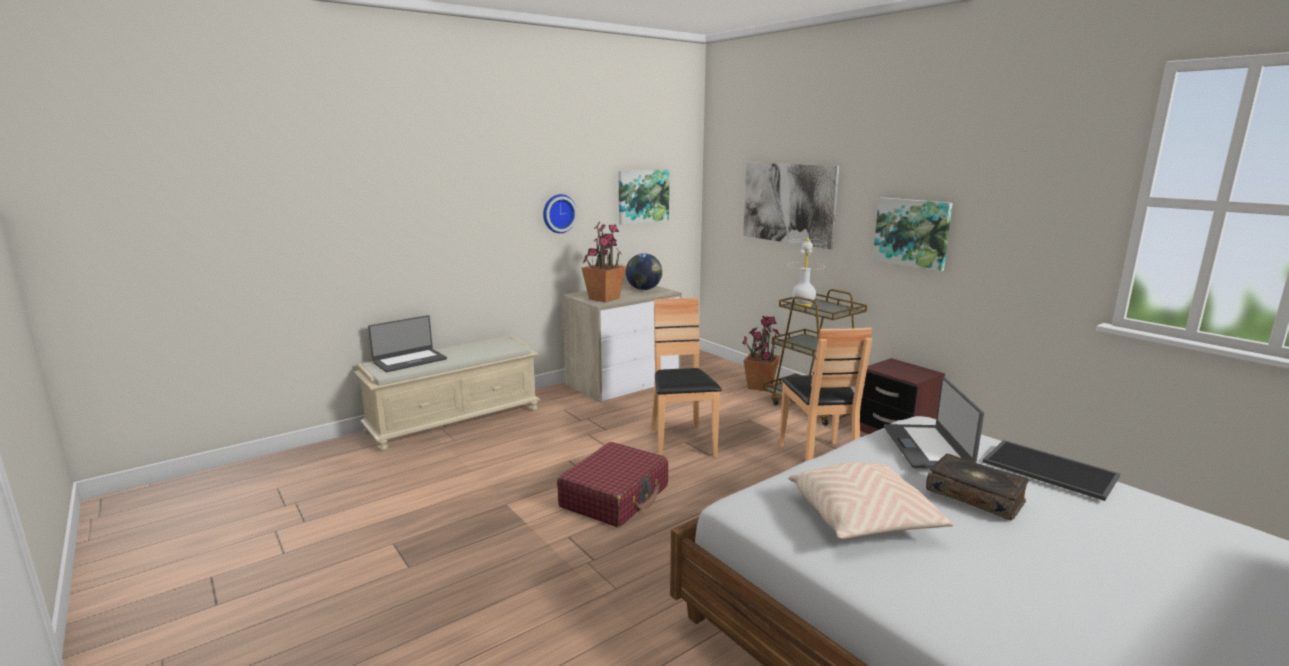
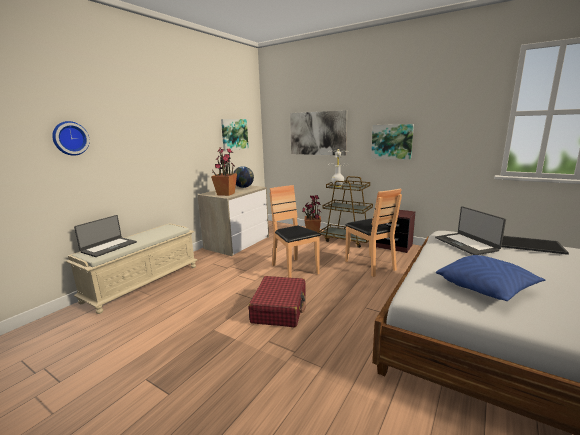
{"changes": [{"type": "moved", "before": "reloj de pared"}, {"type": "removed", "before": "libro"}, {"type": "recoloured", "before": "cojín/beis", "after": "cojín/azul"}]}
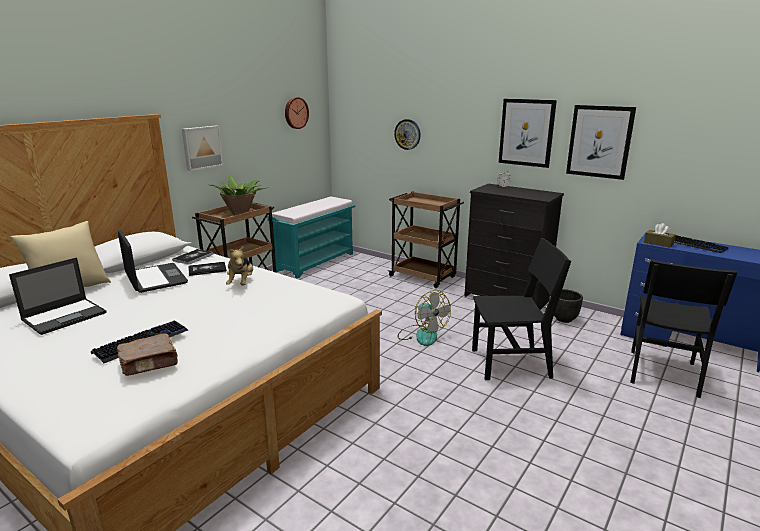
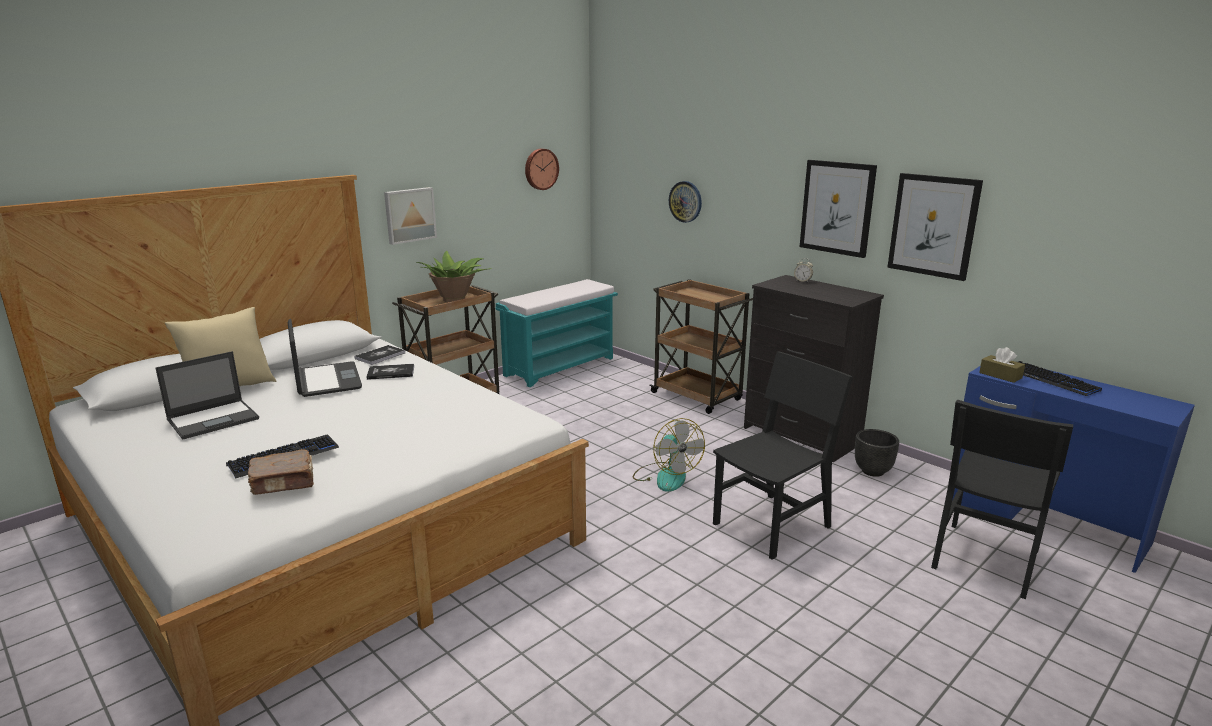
{"changes": [{"type": "turned", "before": "silla/negro (1st from left)", "turn": -45}, {"type": "removed", "before": "peluche"}]}
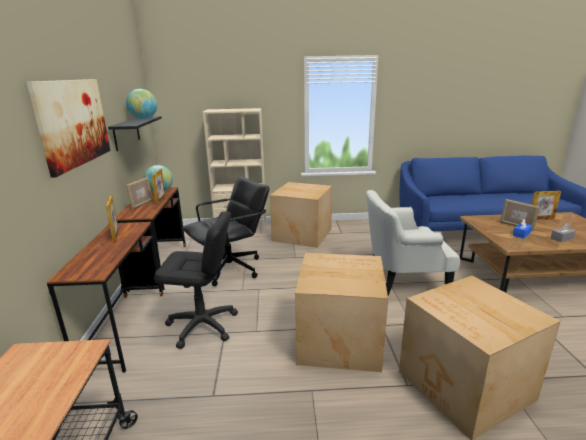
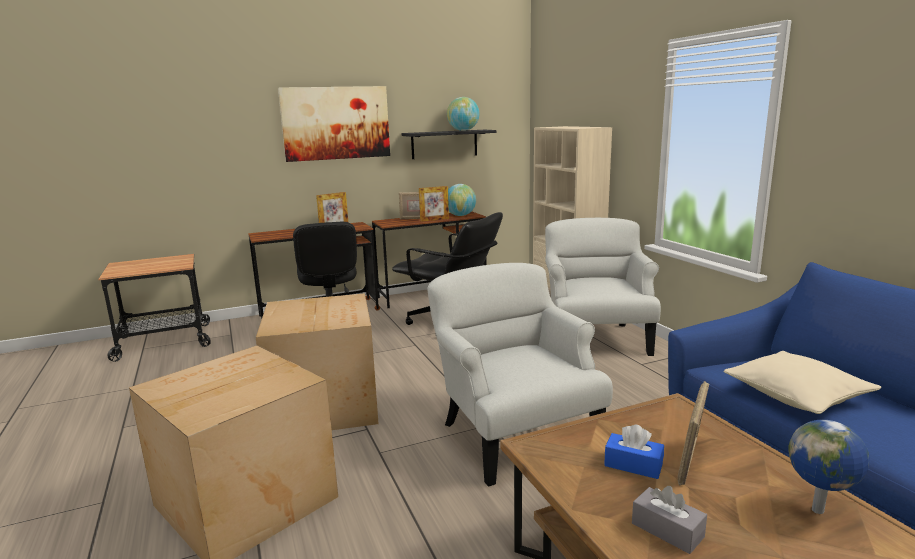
{"changes": [{"type": "replaced", "before": "caja de cartón (1st from left)", "after": "sillón/blanco (2nd from left)"}, {"type": "replaced", "before": "portarretratos (5th from left)", "after": "globo terráqueo (3rd from left)"}, {"type": "added", "after": "cojín/beis"}]}
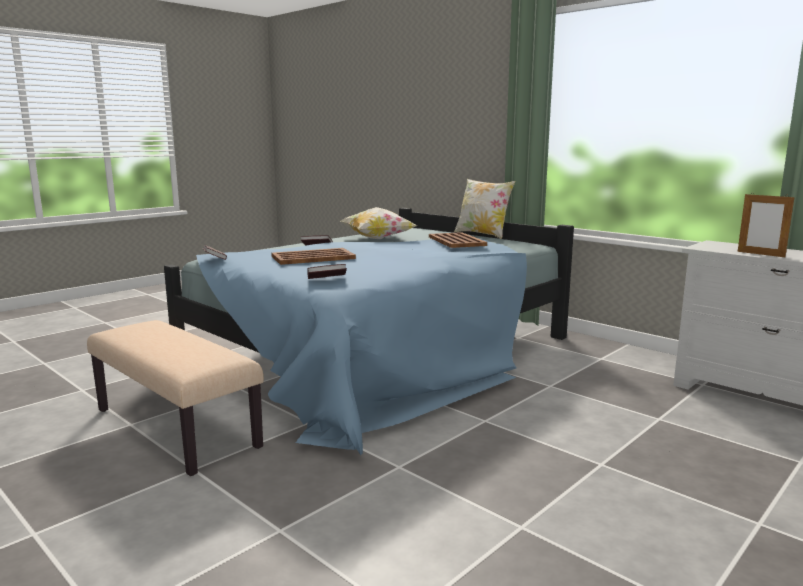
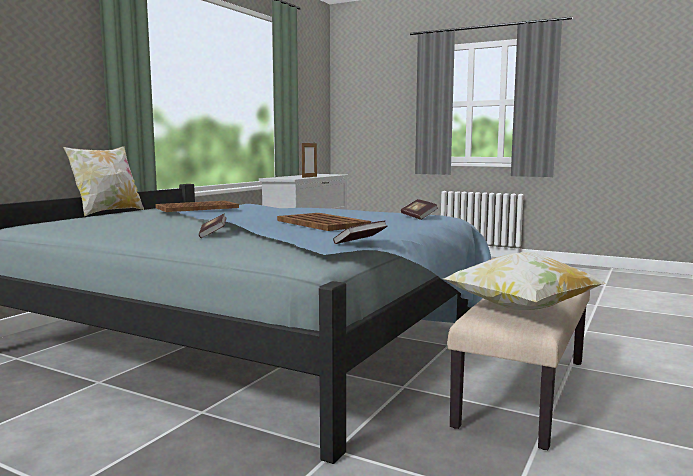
{"changes": [{"type": "moved", "before": "cojín (1st from left in the first image)", "after": "cojín (2nd from left)"}]}
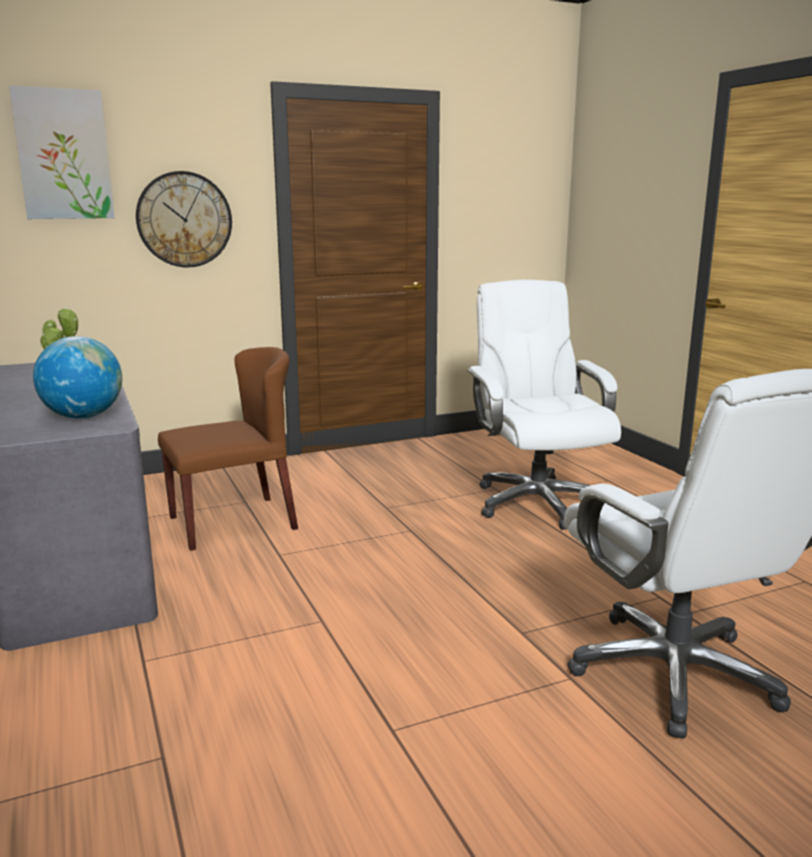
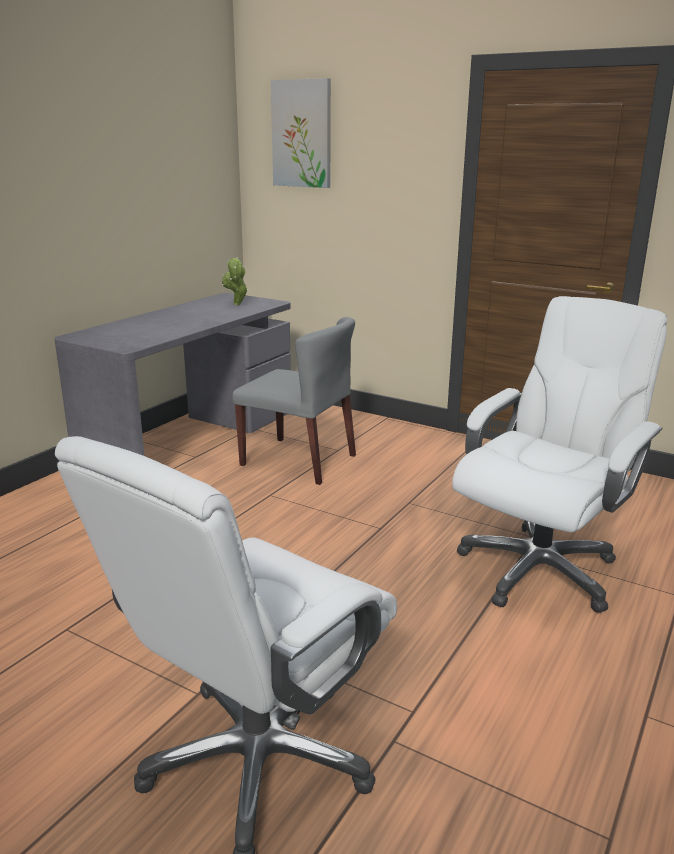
{"changes": [{"type": "removed", "before": "reloj de pared"}, {"type": "removed", "before": "globo terráqueo"}, {"type": "recoloured", "before": "silla/marrón", "after": "silla/gris"}]}
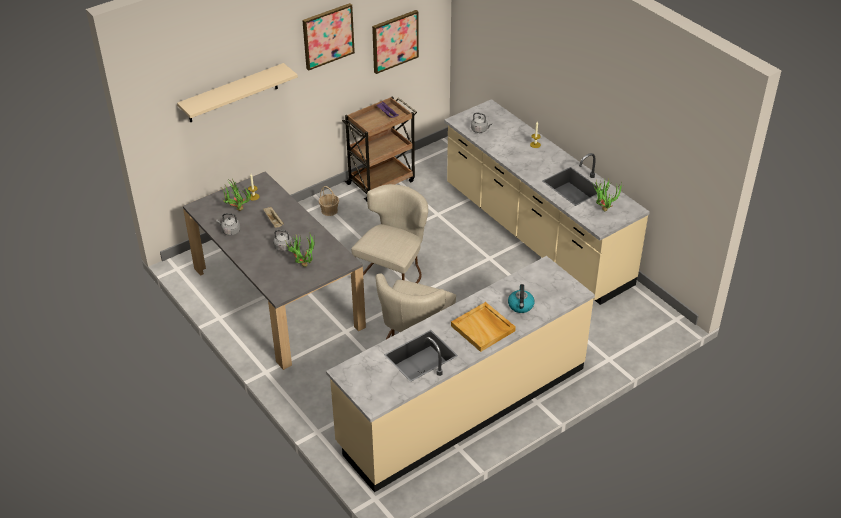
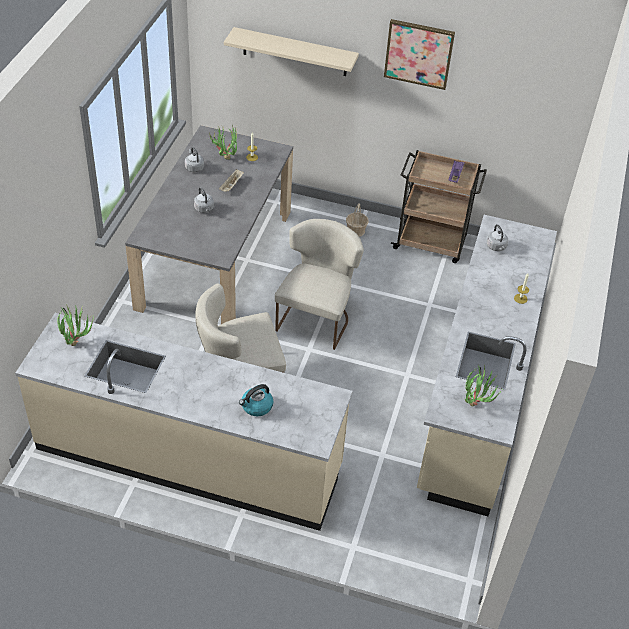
{"changes": [{"type": "removed", "before": "cuadro (2nd from left)"}, {"type": "turned", "before": "silla/beis (1st from left in the first image)", "turn": -60}, {"type": "moved", "before": "planta en maceta (2nd from left in the first image)", "after": "planta en maceta (1st from left)"}, {"type": "removed", "before": "bandeja/beis (2nd from left)"}]}
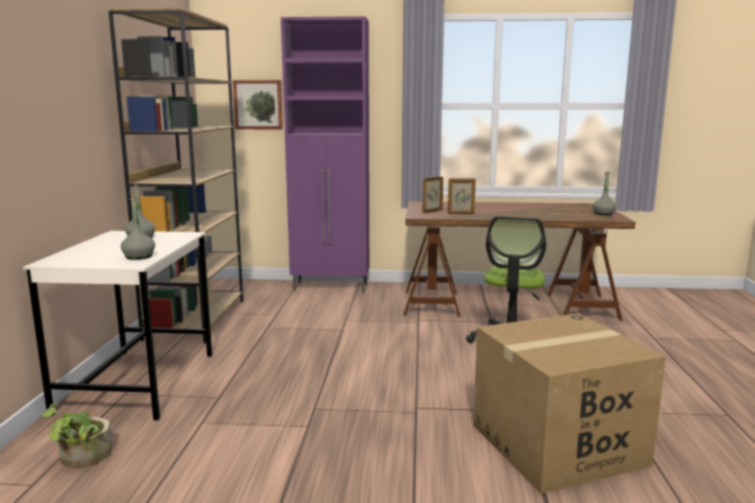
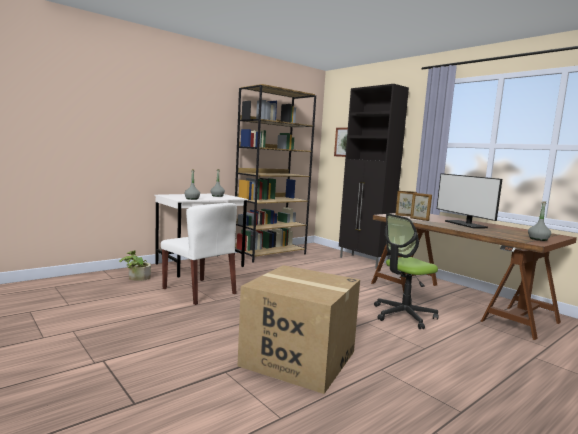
{"changes": [{"type": "recoloured", "before": "armario/morado", "after": "armario/negro"}, {"type": "added", "after": "monitor"}, {"type": "added", "after": "silla/blanco"}]}
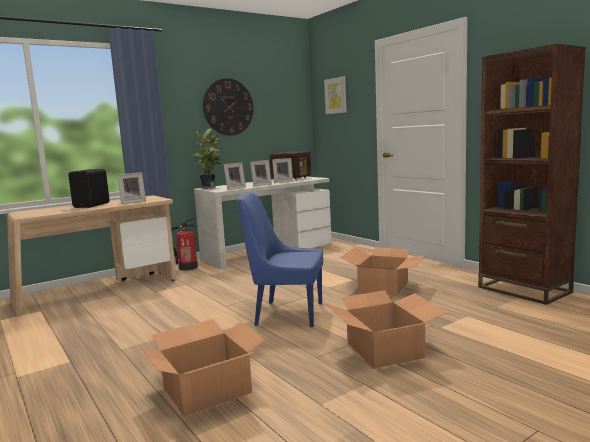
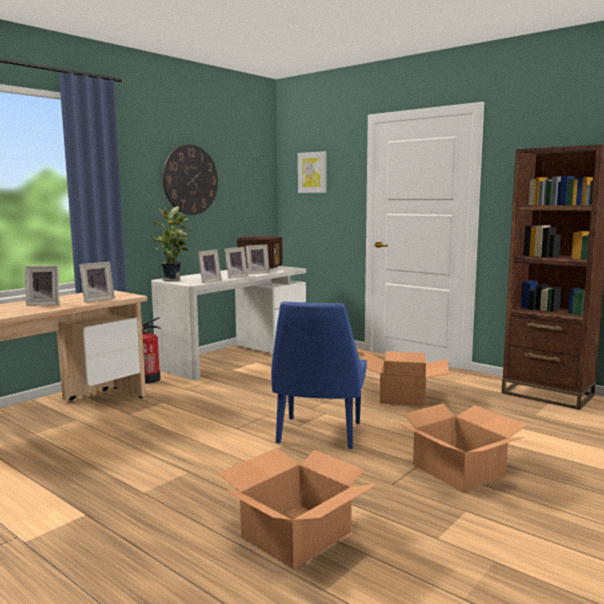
{"changes": [{"type": "replaced", "before": "altavoz/negro", "after": "portarretratos (1st from left)"}, {"type": "turned", "before": "silla/azul", "turn": -75}]}
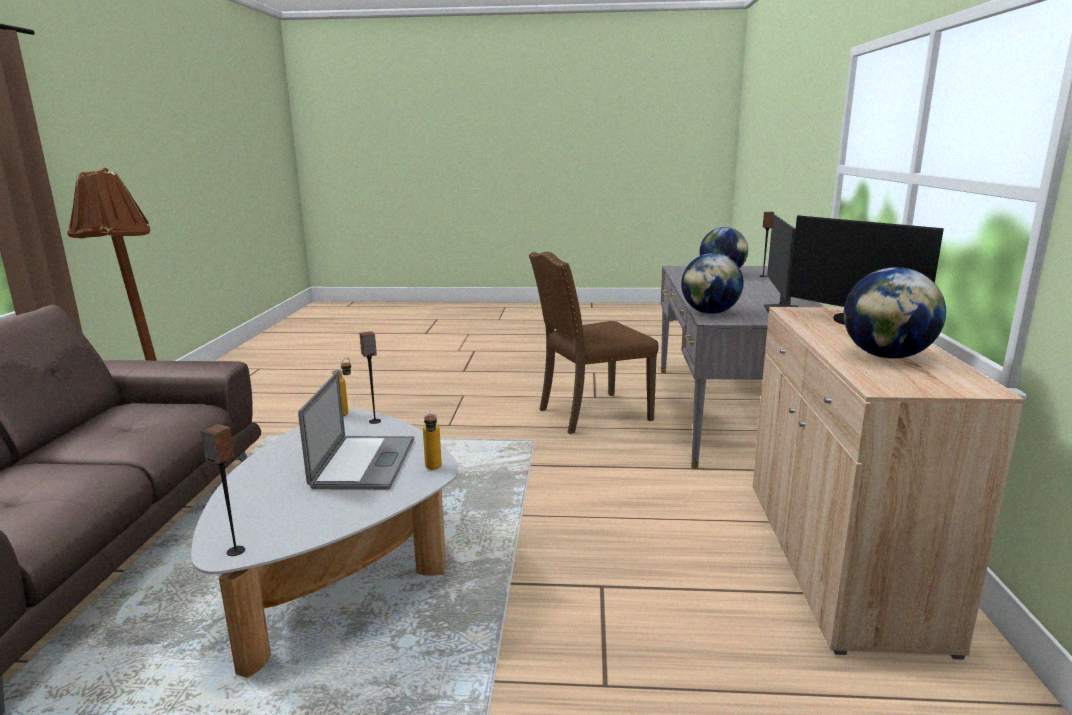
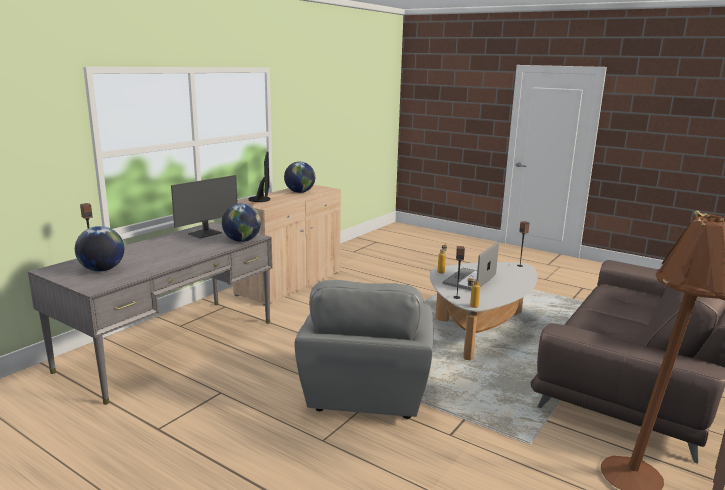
{"changes": [{"type": "removed", "before": "silla/marrón"}, {"type": "added", "after": "sillón/gris"}]}
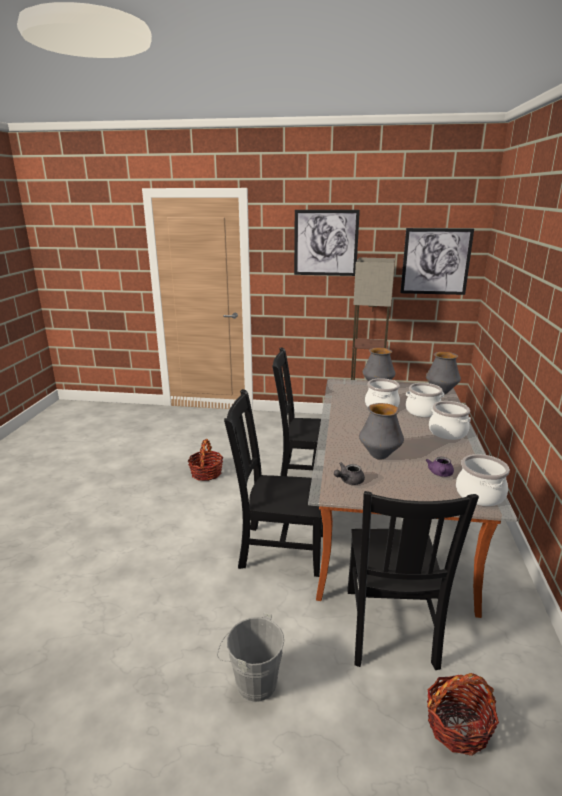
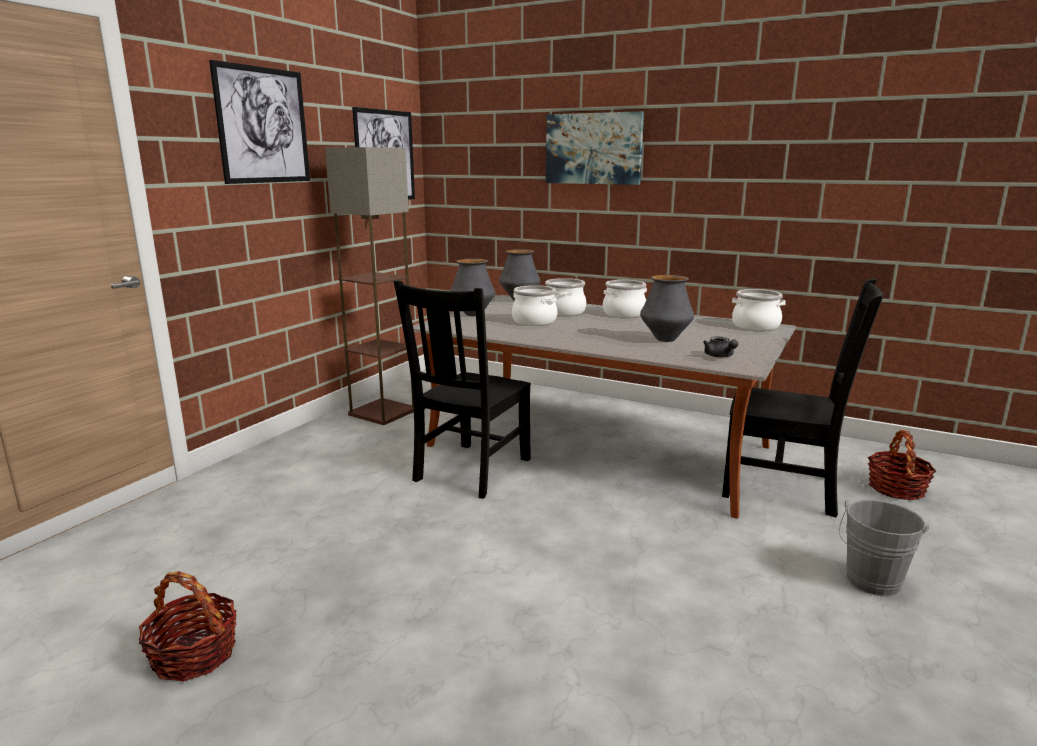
{"changes": [{"type": "removed", "before": "silla/negro (1st from left)"}, {"type": "moved", "before": "cesta (1st from left)"}, {"type": "removed", "before": "tetera/morado"}, {"type": "added", "after": "cuadro (3rd from left)"}]}
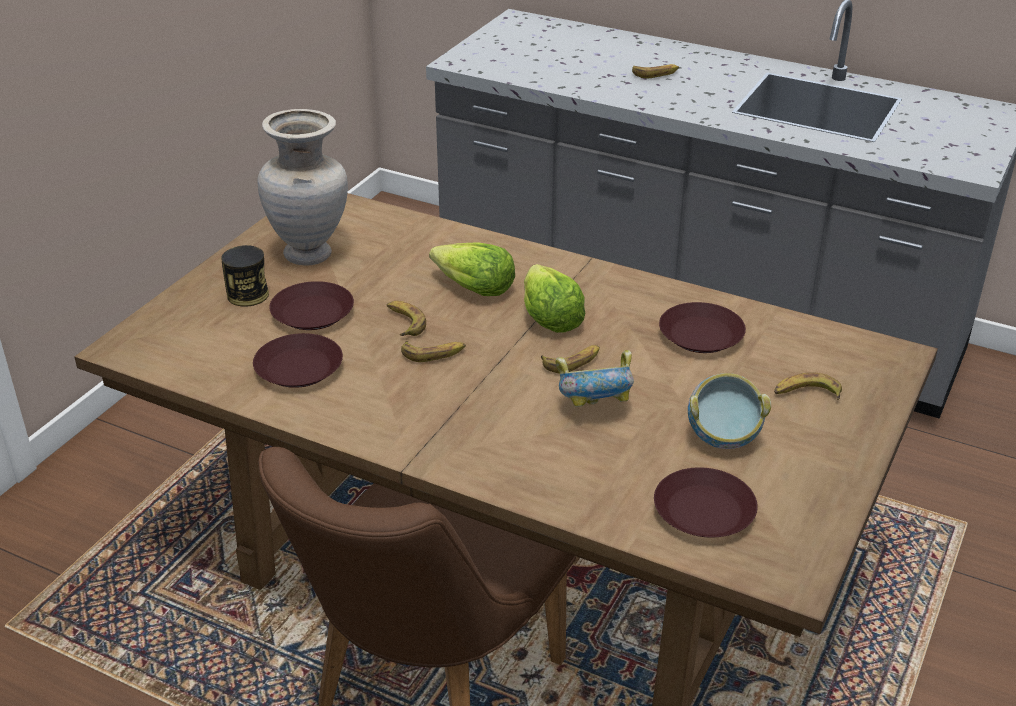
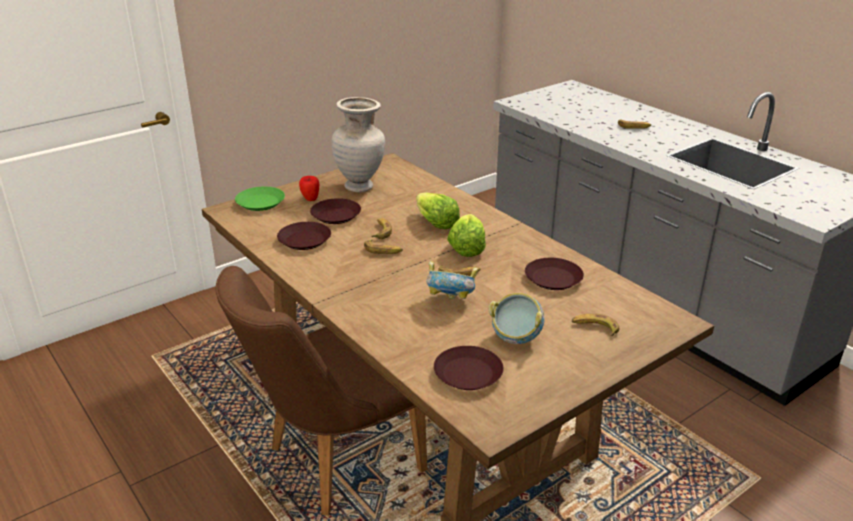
{"changes": [{"type": "replaced", "before": "lata", "after": "manzana"}, {"type": "added", "after": "plato/verde"}]}
